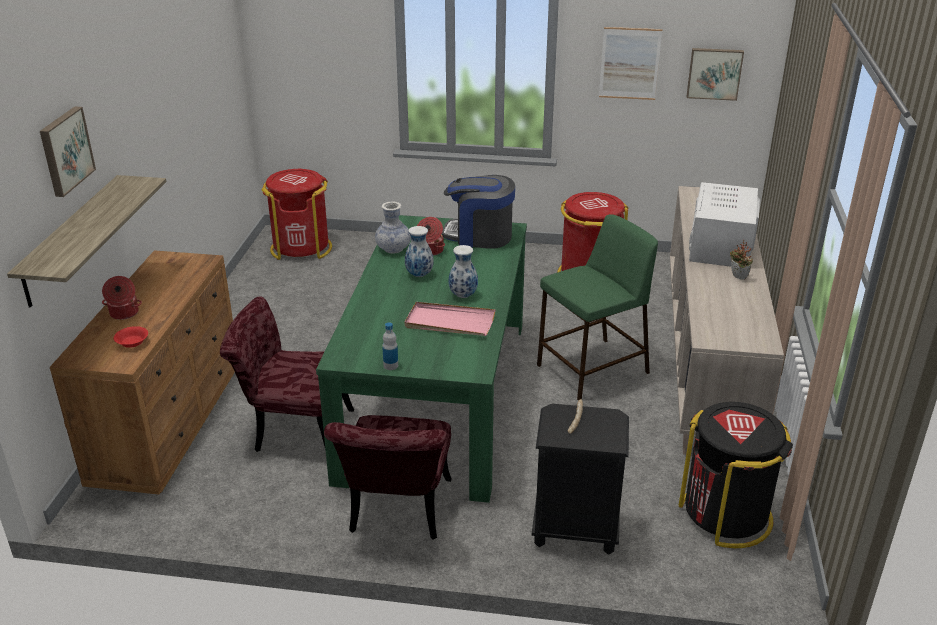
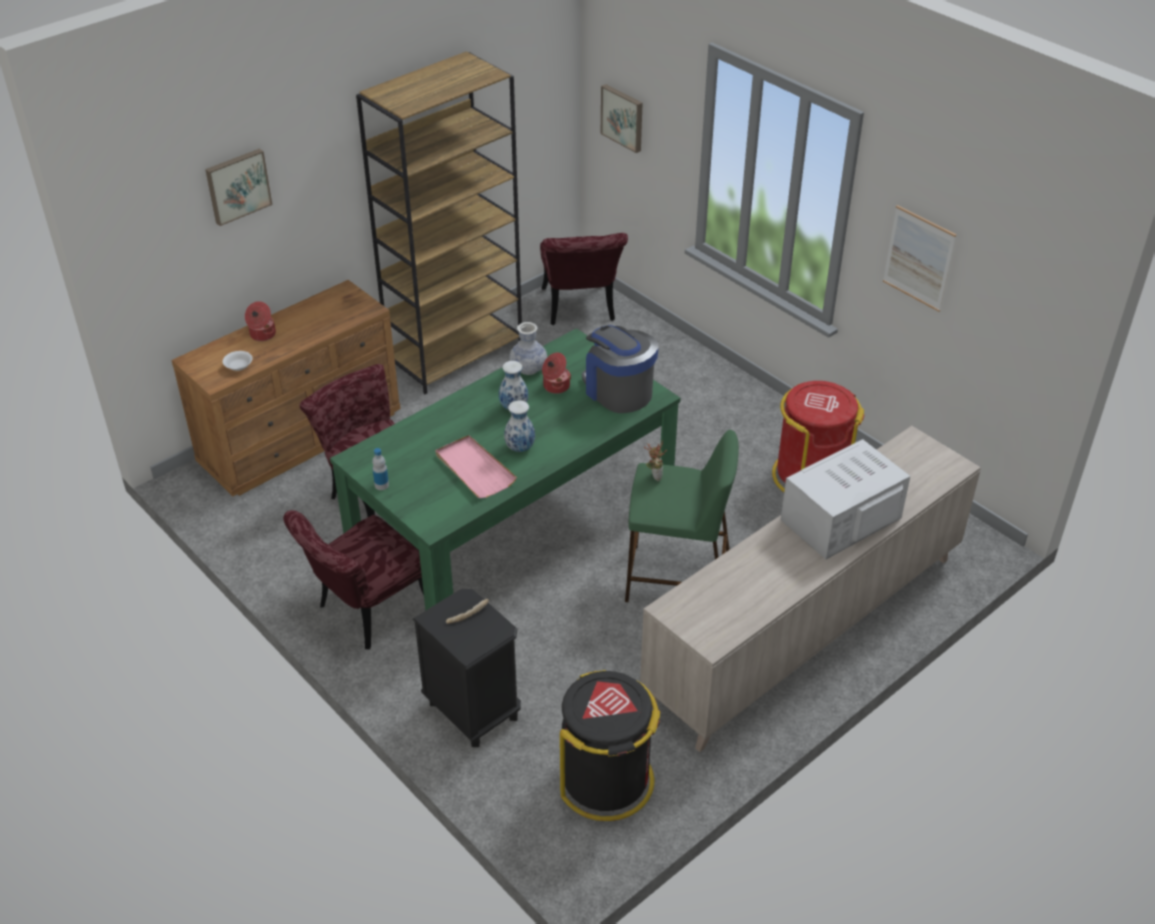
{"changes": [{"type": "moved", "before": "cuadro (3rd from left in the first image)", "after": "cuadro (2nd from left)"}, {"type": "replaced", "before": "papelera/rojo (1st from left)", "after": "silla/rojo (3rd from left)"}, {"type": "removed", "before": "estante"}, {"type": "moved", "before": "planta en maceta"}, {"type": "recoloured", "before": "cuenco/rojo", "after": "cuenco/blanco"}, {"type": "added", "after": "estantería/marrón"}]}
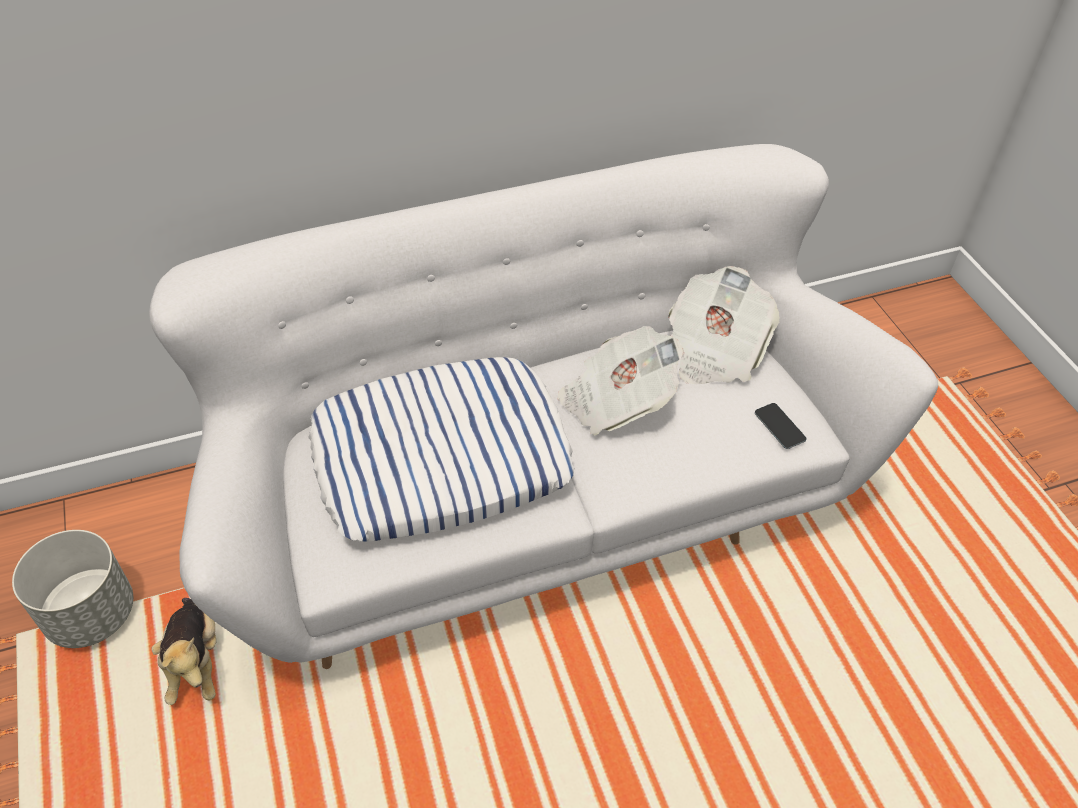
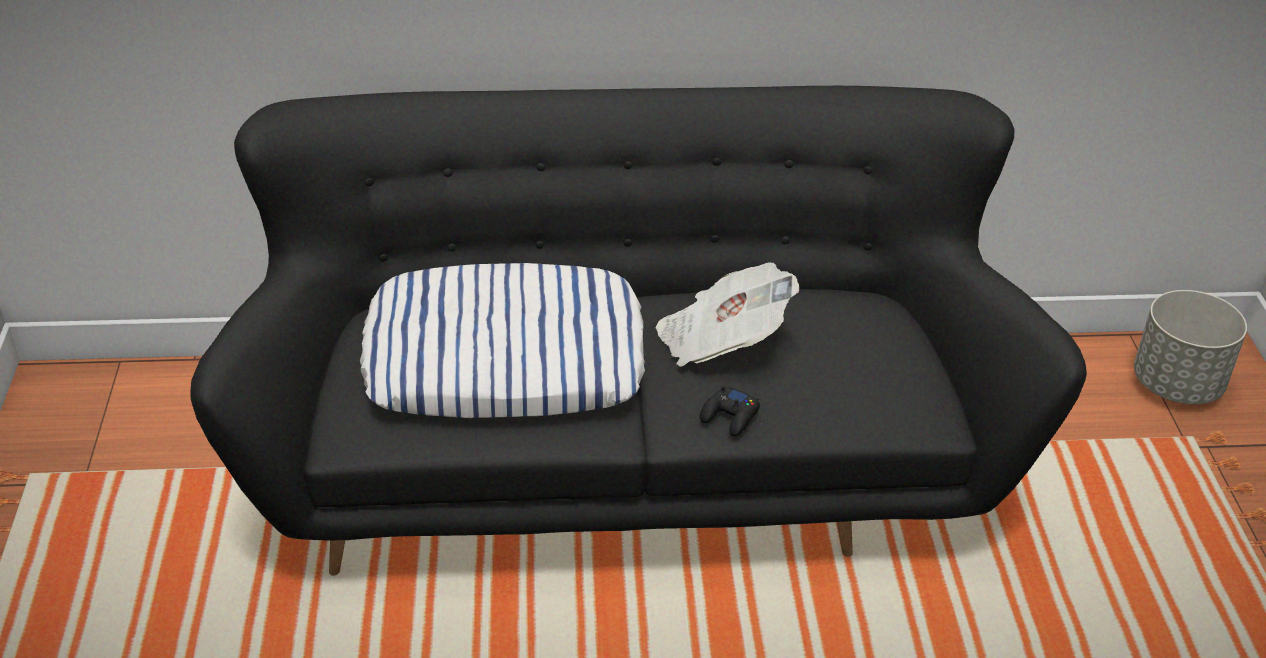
{"changes": [{"type": "recoloured", "before": "sofá/blanco", "after": "sofá/negro"}, {"type": "removed", "before": "periódico (2nd from left)"}, {"type": "removed", "before": "móvil"}, {"type": "moved", "before": "maceta/gris"}, {"type": "removed", "before": "peluche"}, {"type": "added", "after": "mando de consola/negro"}]}
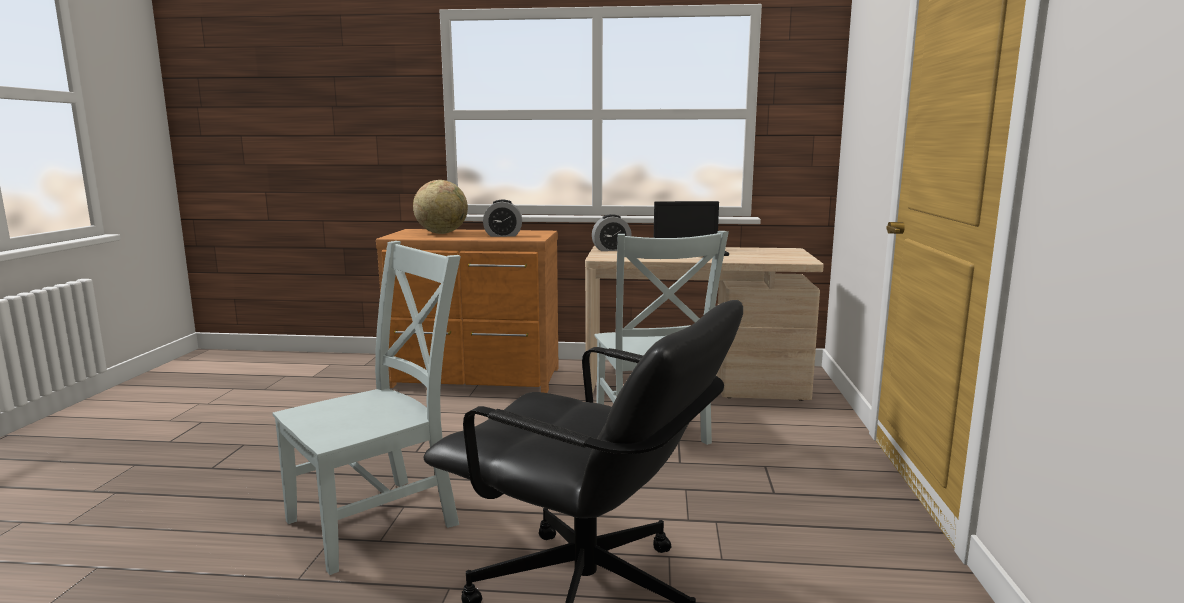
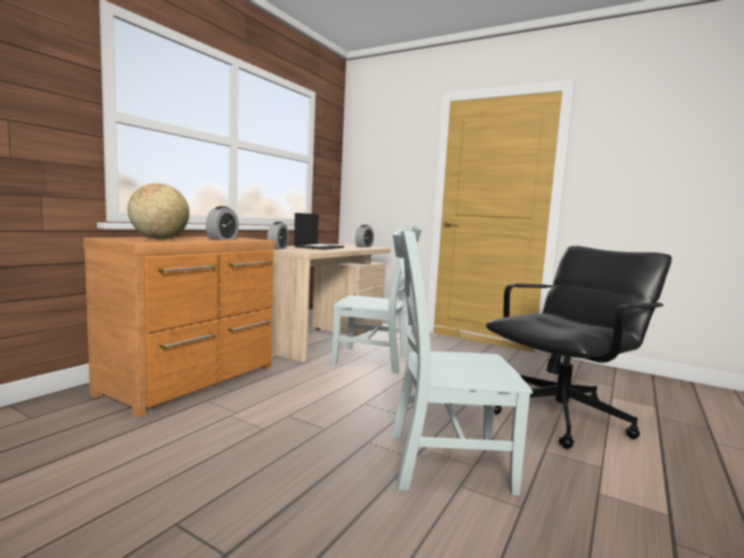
{"changes": [{"type": "turned", "before": "silla/gris (1st from left in the first image)", "turn": -75}, {"type": "added", "after": "despertador (3rd from left)"}]}
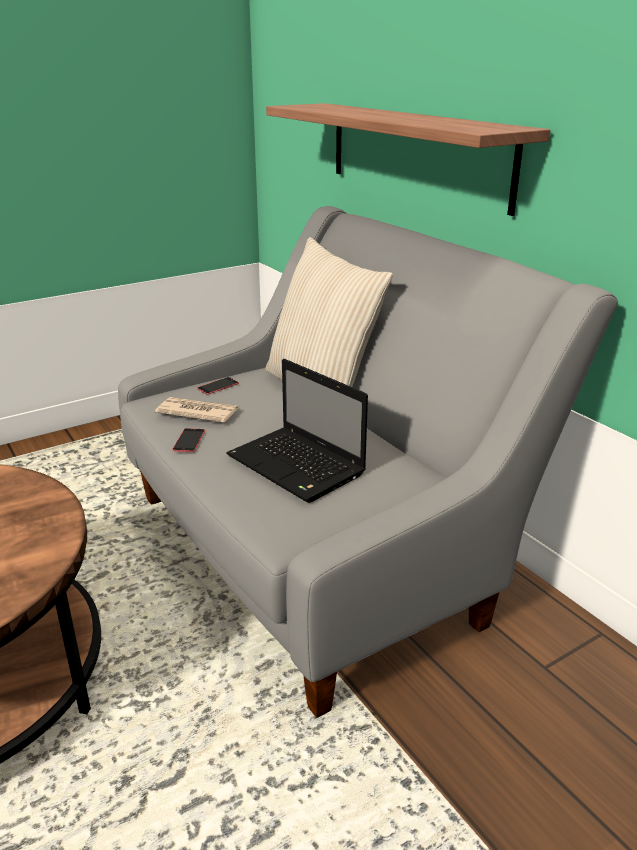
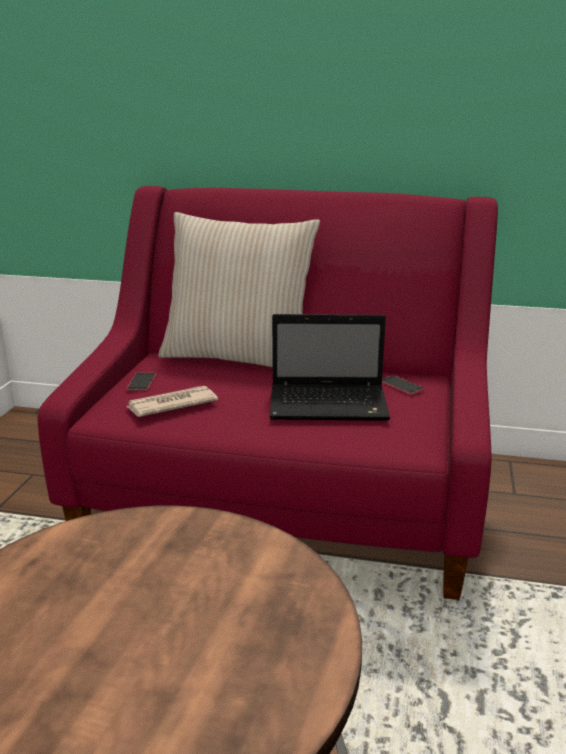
{"changes": [{"type": "removed", "before": "estante"}, {"type": "recoloured", "before": "sofá/gris", "after": "sofá/rojo"}, {"type": "moved", "before": "móvil (1st from left in the first image)", "after": "móvil (2nd from left)"}]}
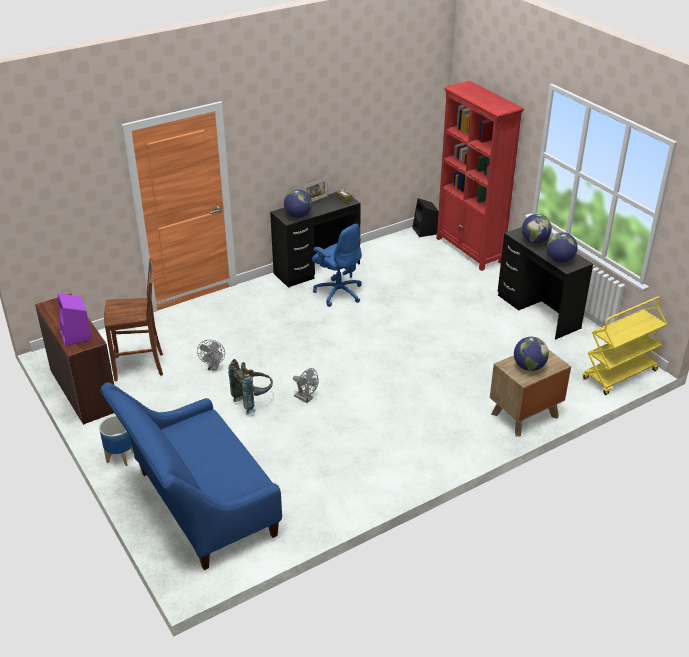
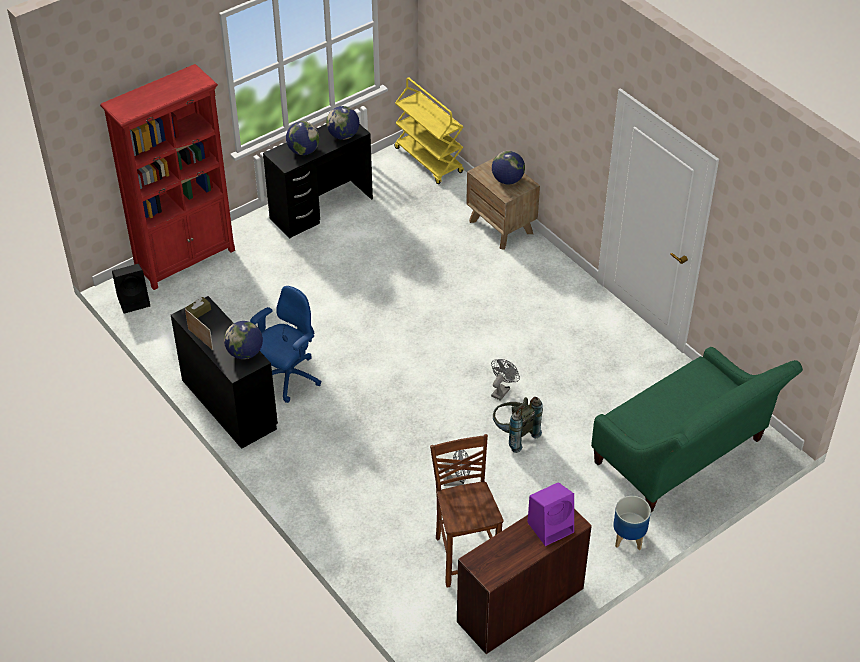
{"changes": [{"type": "recoloured", "before": "sofá/azul", "after": "sofá/verde"}]}
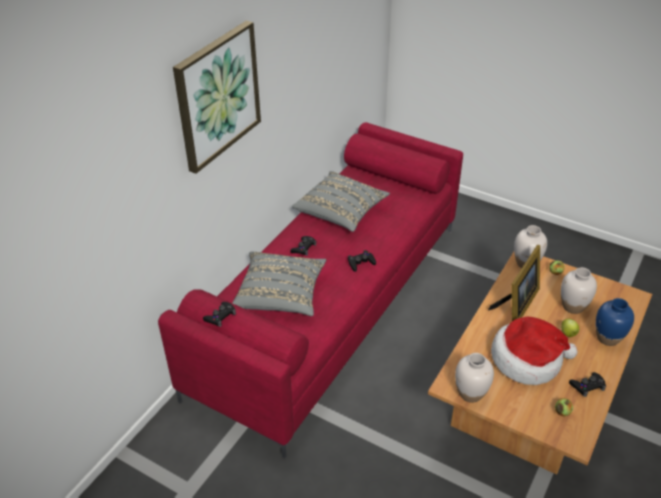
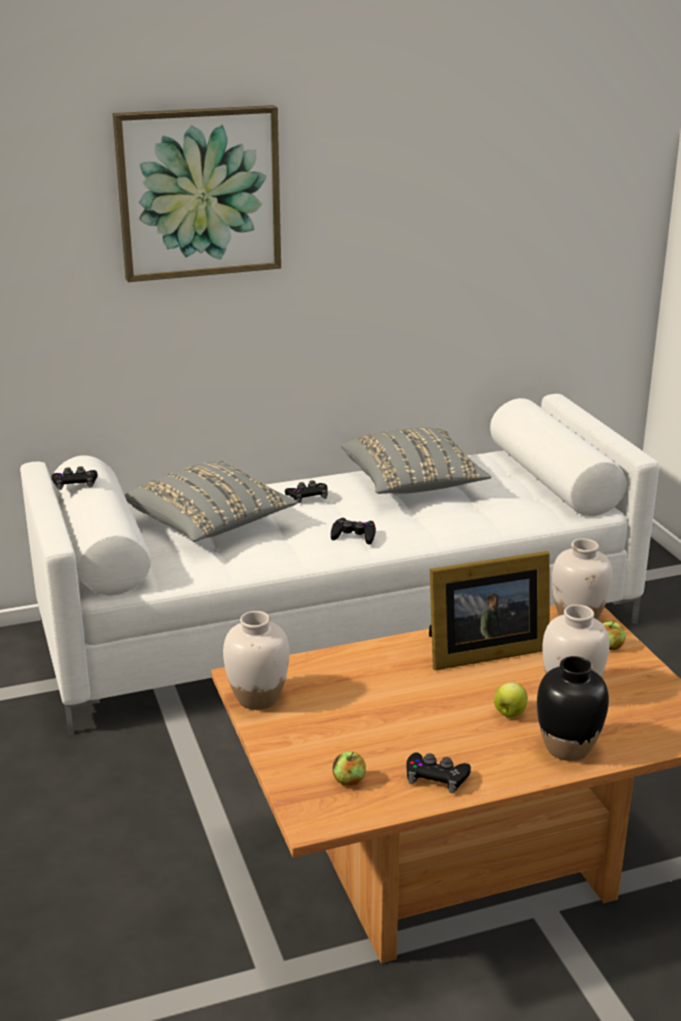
{"changes": [{"type": "recoloured", "before": "sofá/rojo", "after": "sofá/blanco"}, {"type": "recoloured", "before": "florero/azul", "after": "florero/negro"}, {"type": "removed", "before": "sombrero"}]}
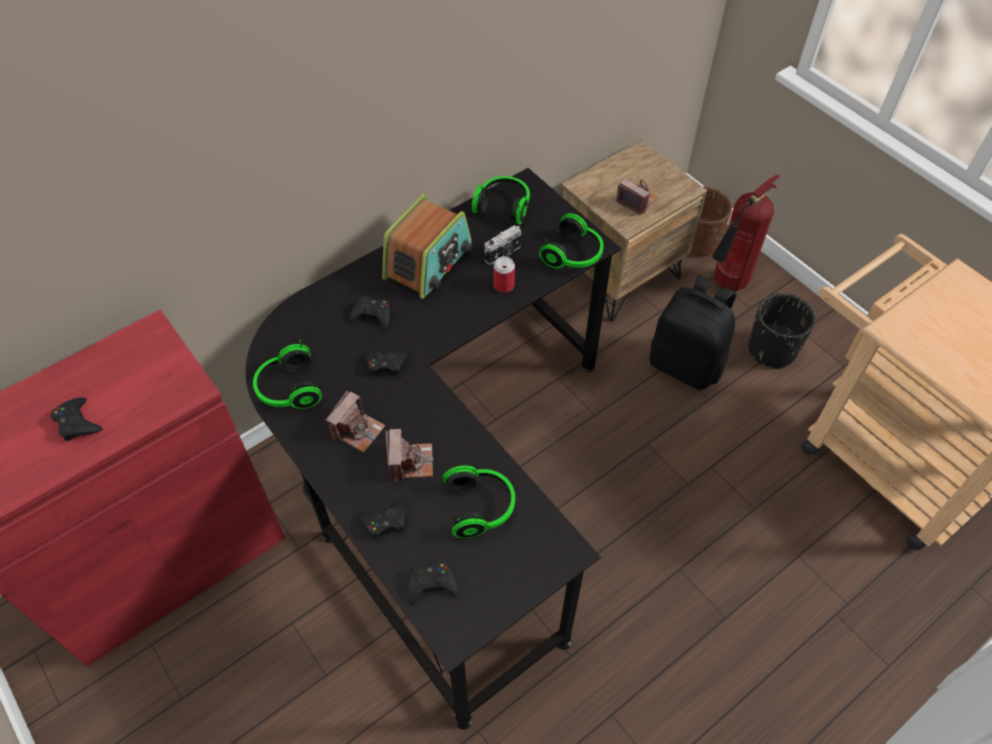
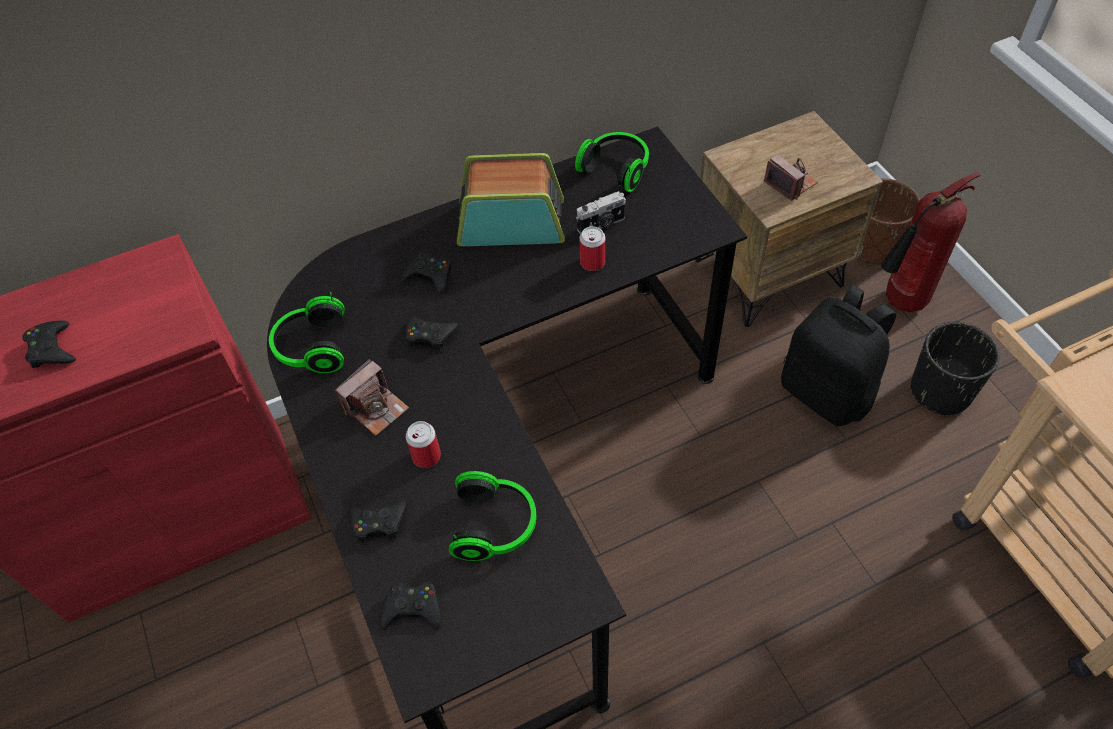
{"changes": [{"type": "turned", "before": "radio", "turn": -135}, {"type": "removed", "before": "auriculares (4th from left)"}, {"type": "replaced", "before": "cámara (2nd from left)", "after": "lata (1st from left)"}]}
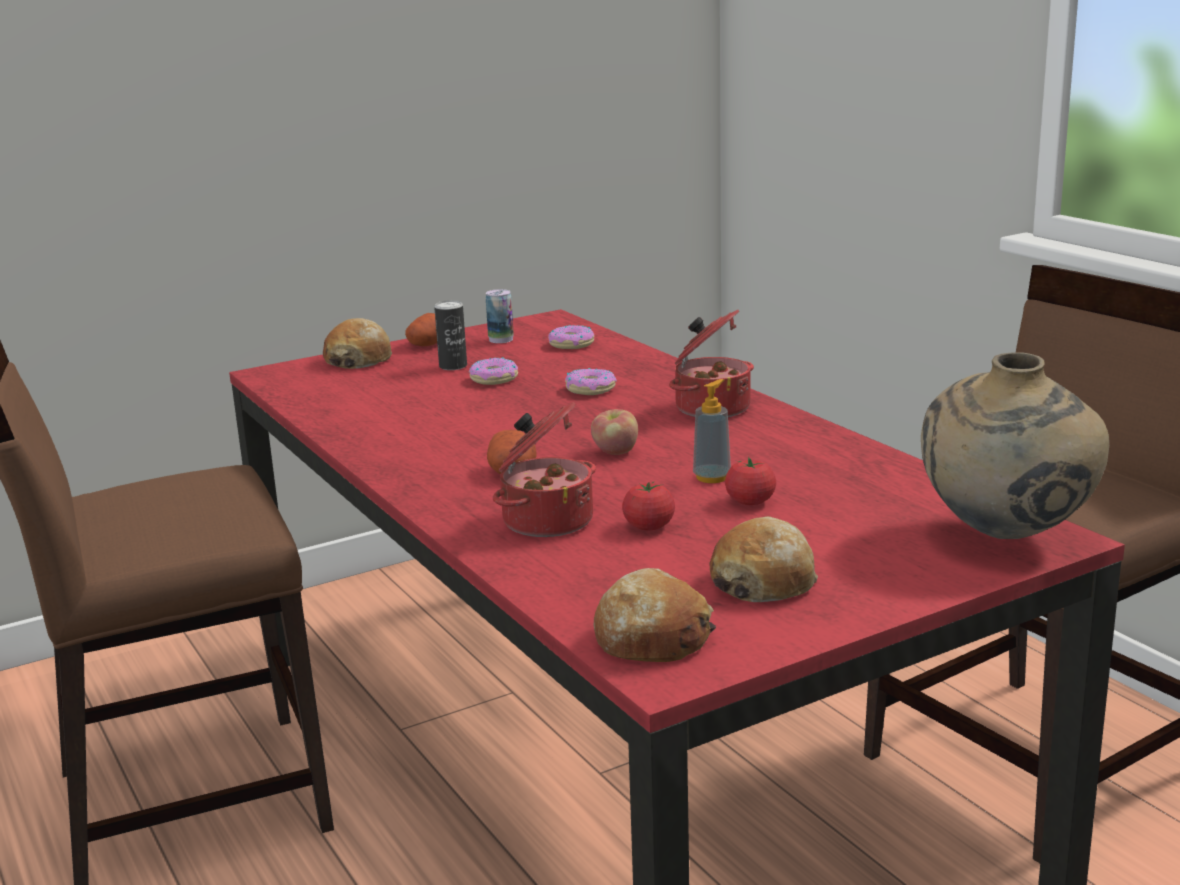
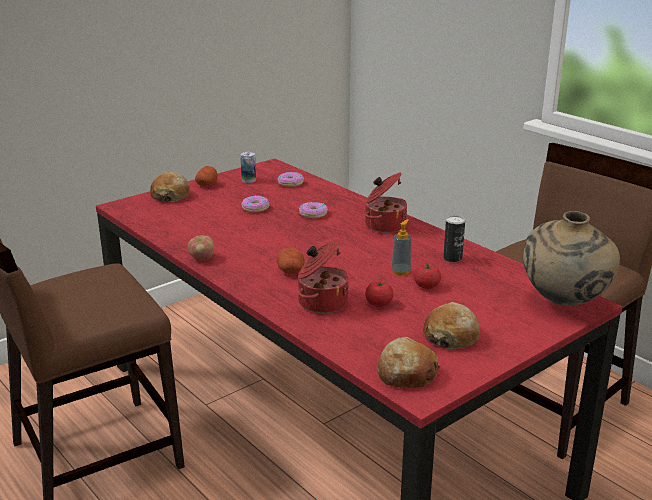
{"changes": [{"type": "moved", "before": "lata (1st from left in the first image)", "after": "lata (2nd from left)"}, {"type": "moved", "before": "manzana"}]}
